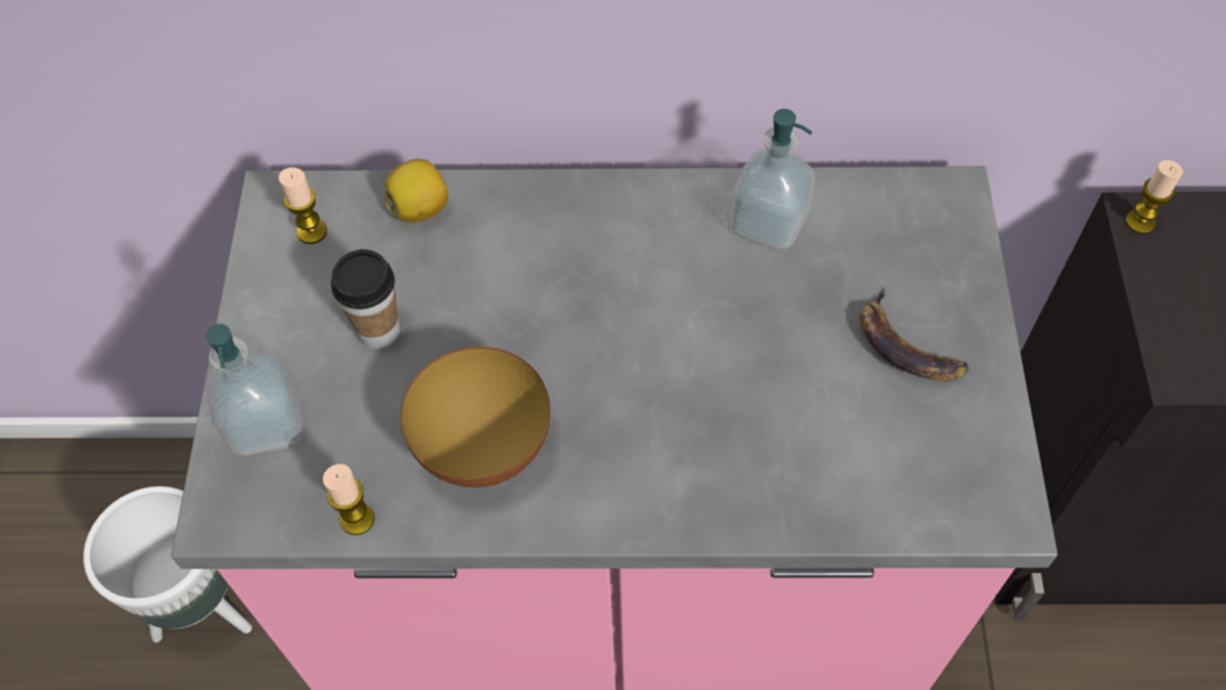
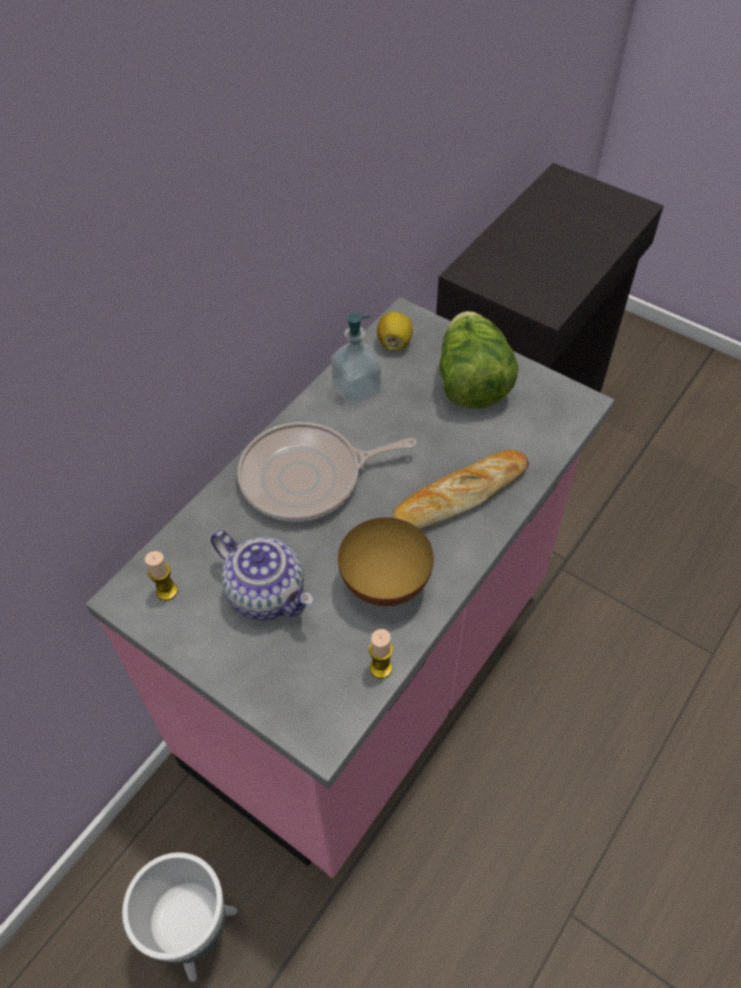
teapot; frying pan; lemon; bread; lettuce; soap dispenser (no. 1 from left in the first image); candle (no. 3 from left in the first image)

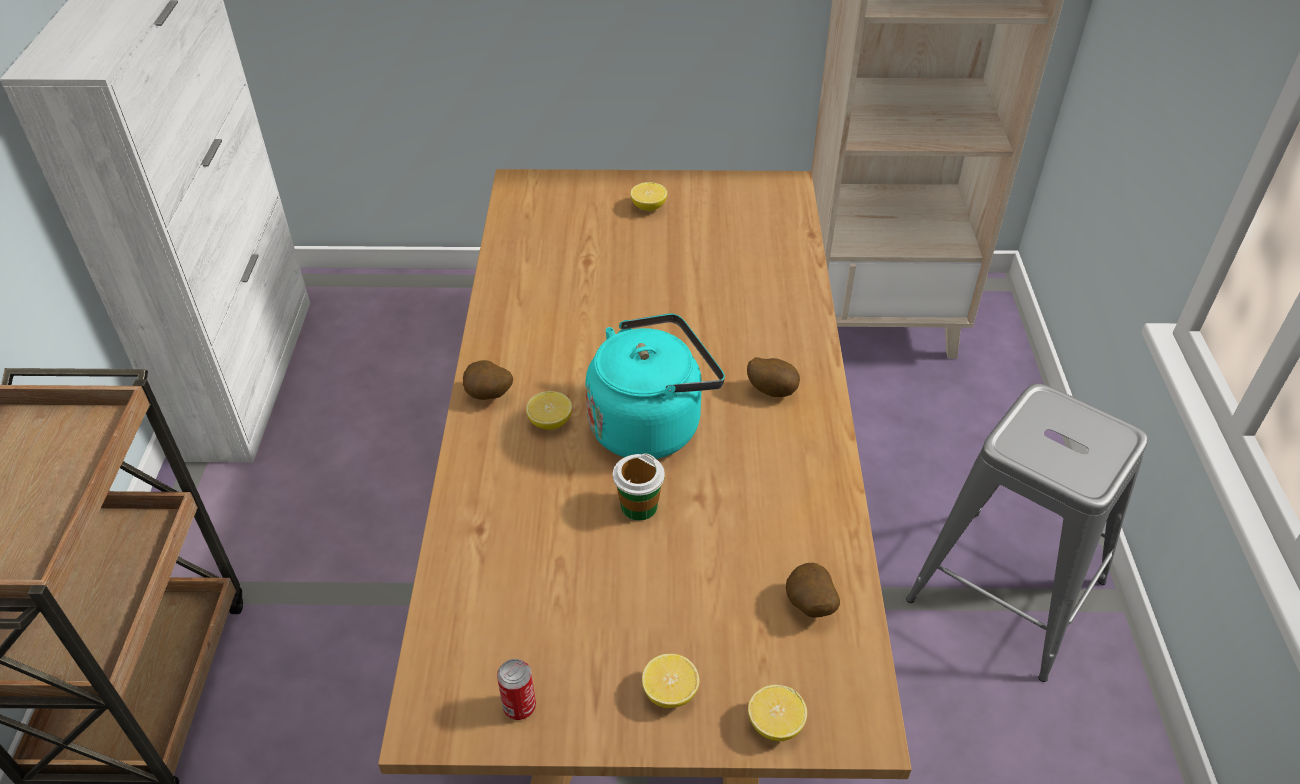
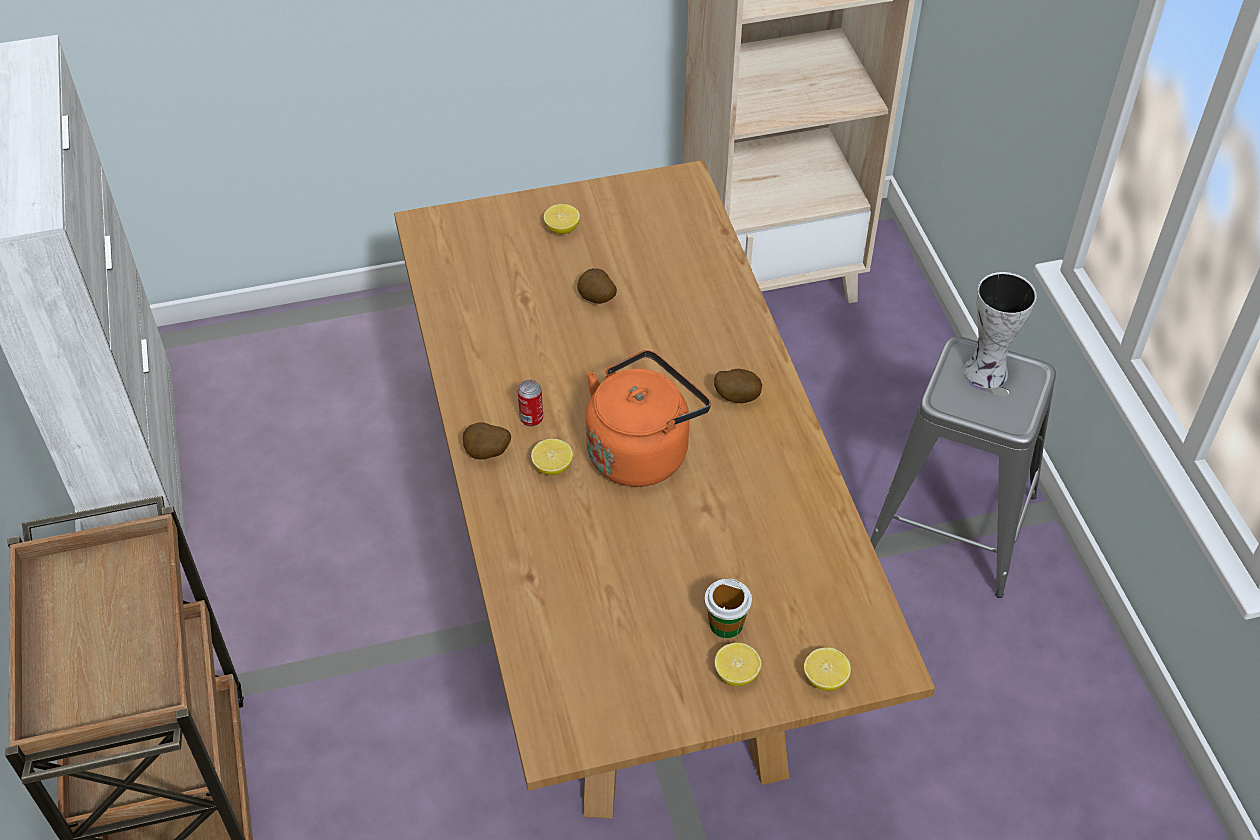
can; potato (no. 2 from left); orange kettle; cup; vase

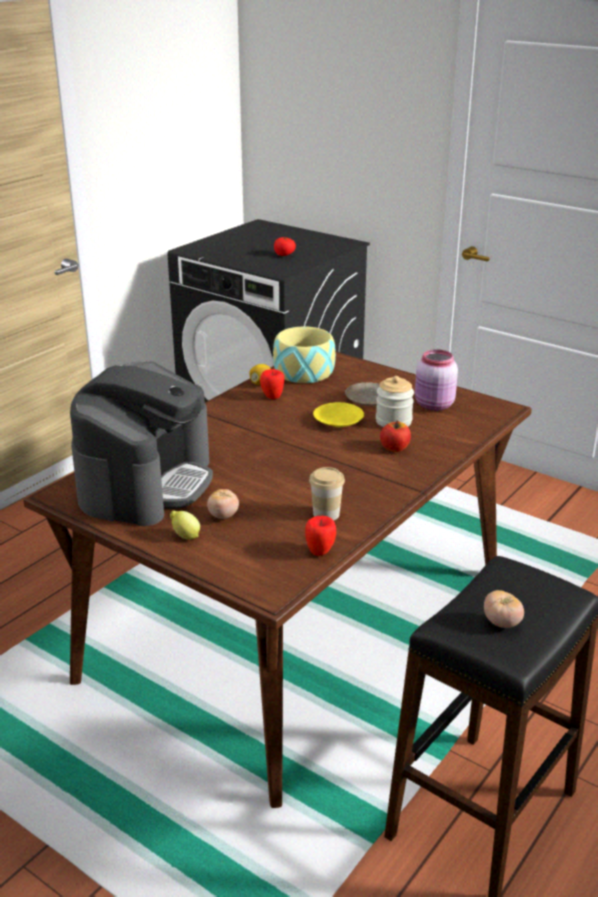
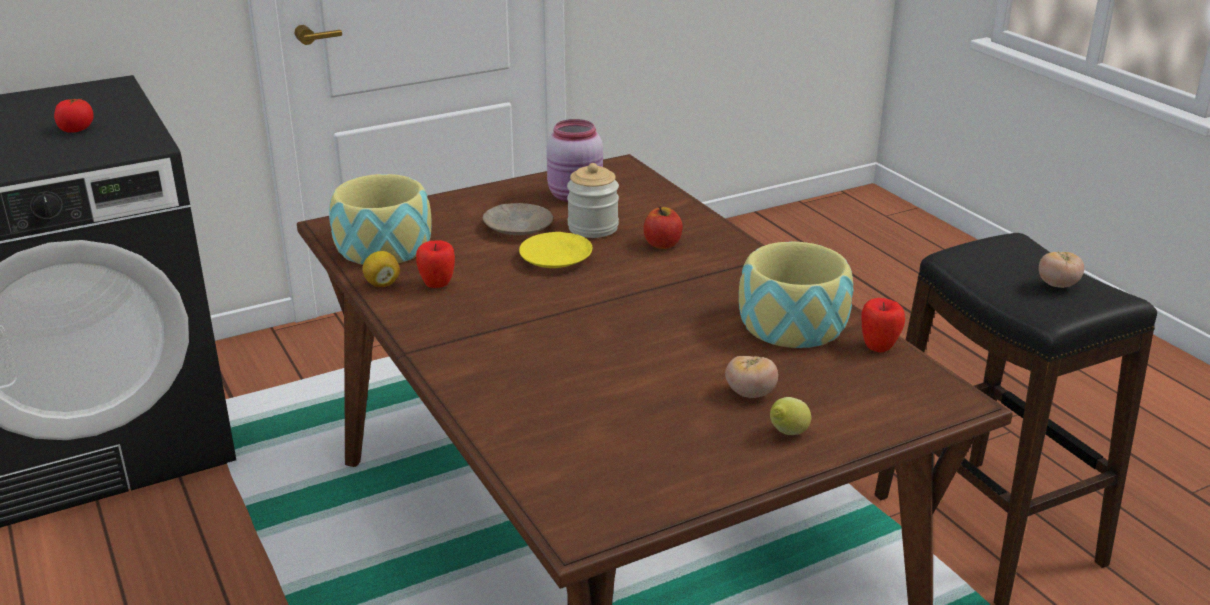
bowl (no. 2 from left); coffee machine

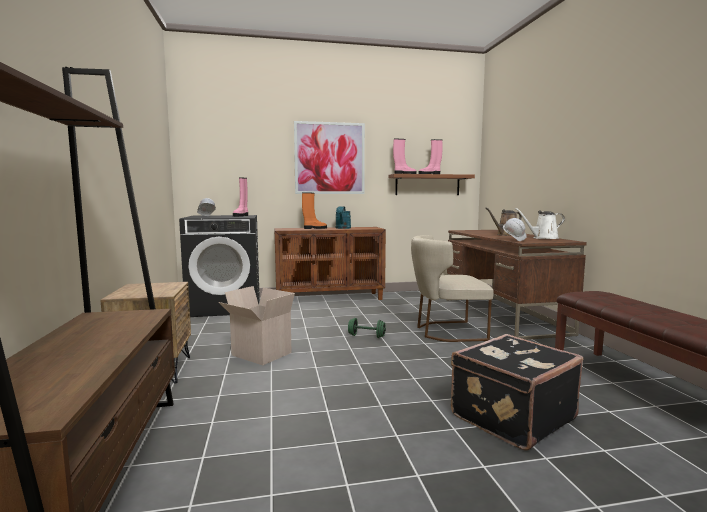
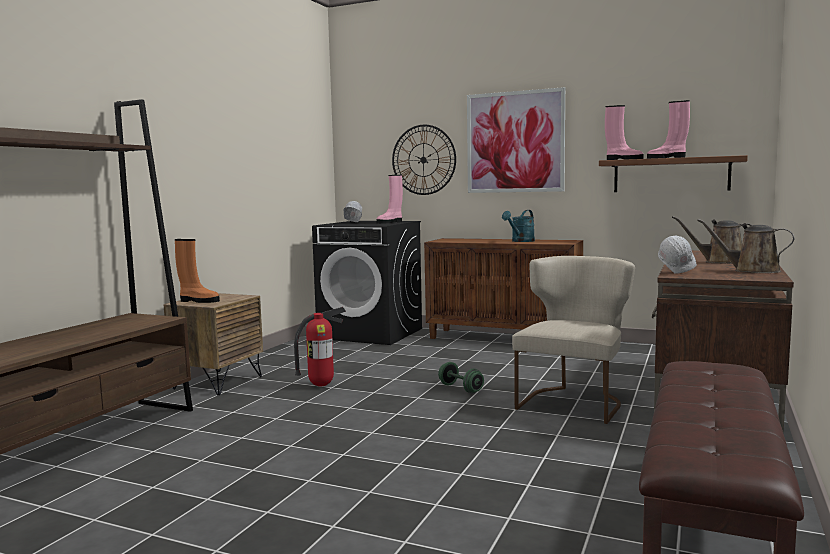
orange boot; fire extinguisher; wall clock; beige chair; brown watering can (no. 2 from left); black suitcase

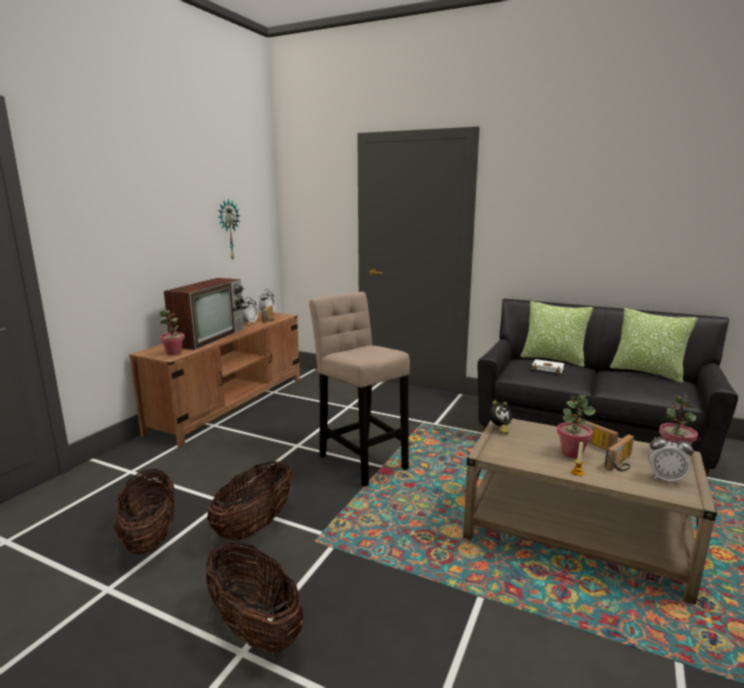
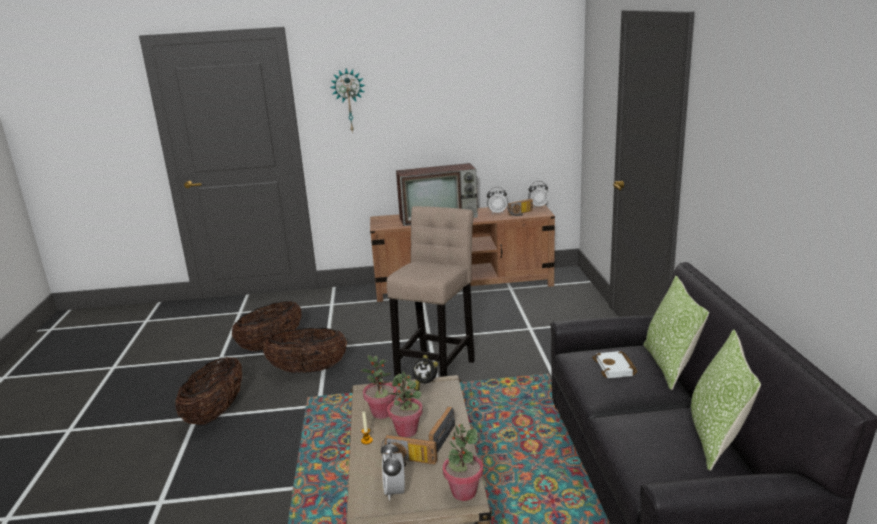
wall clock; potted plant (no. 1 from left)

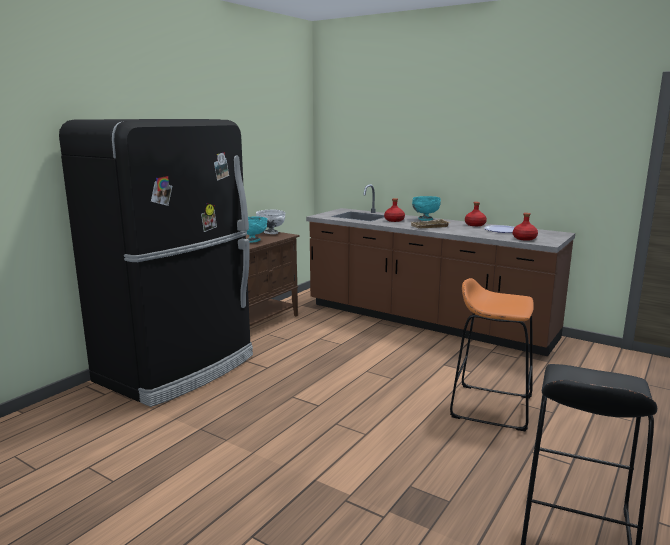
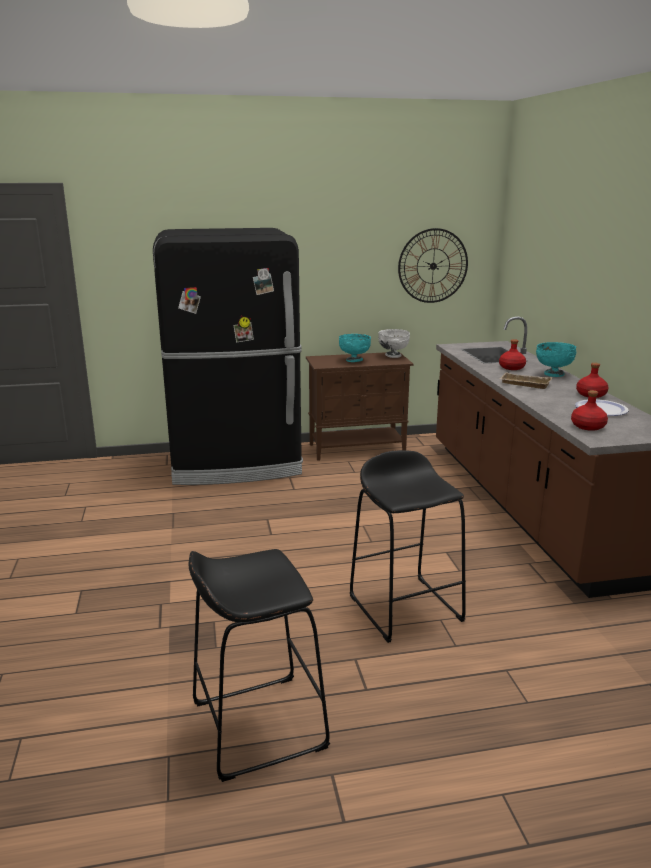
black stool (no. 2 from left); wall clock

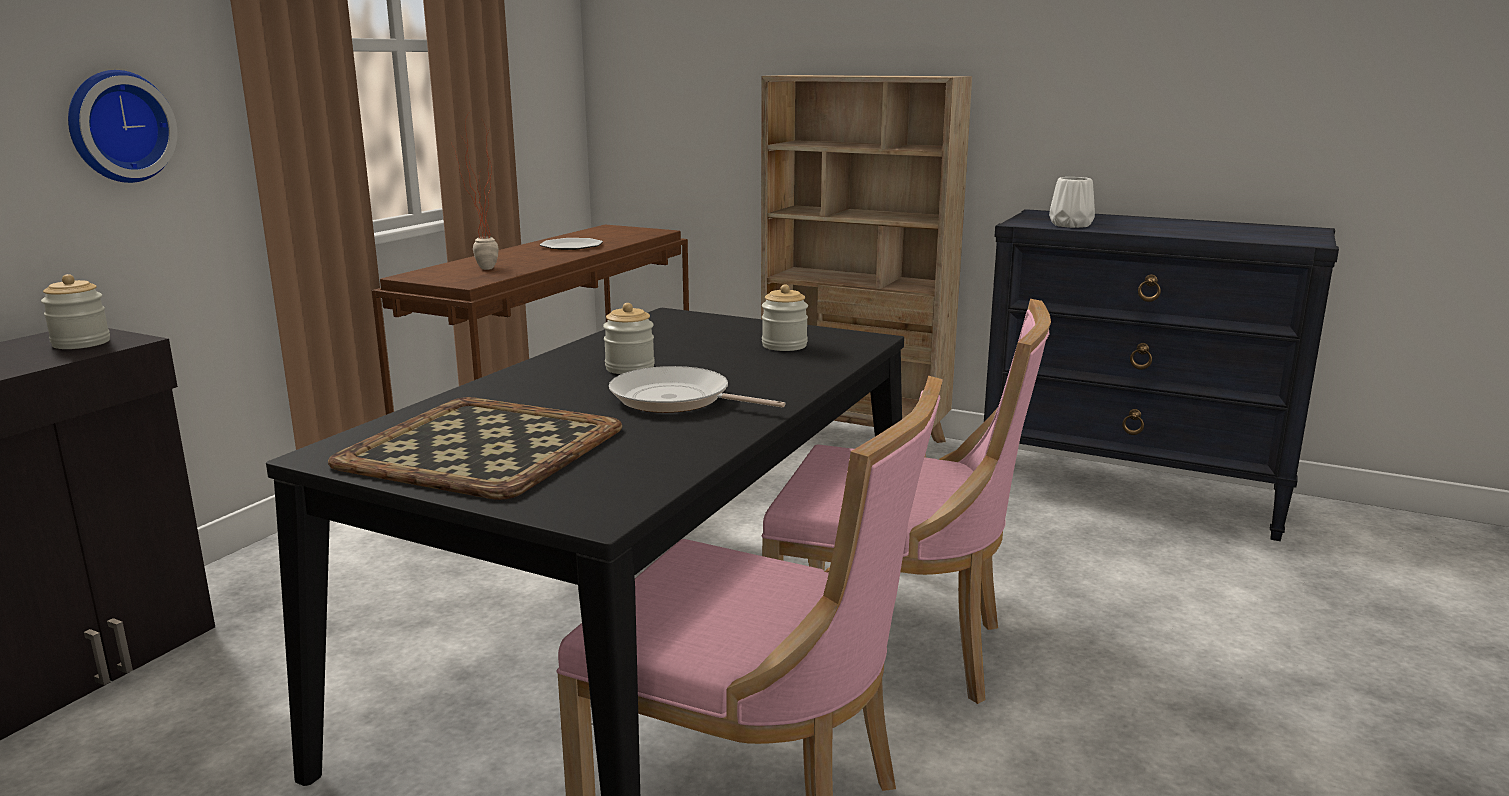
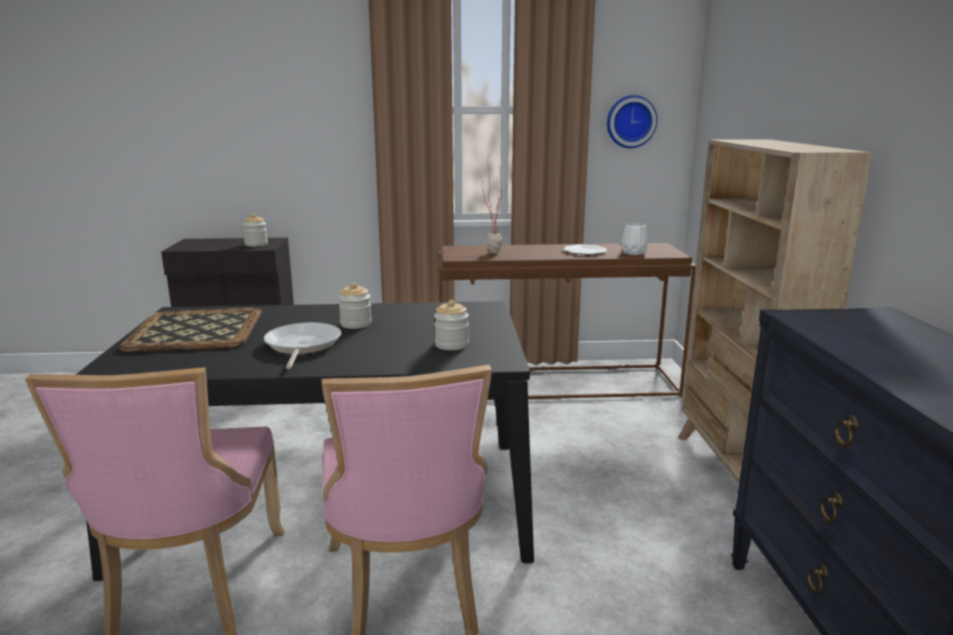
wall clock; white vase

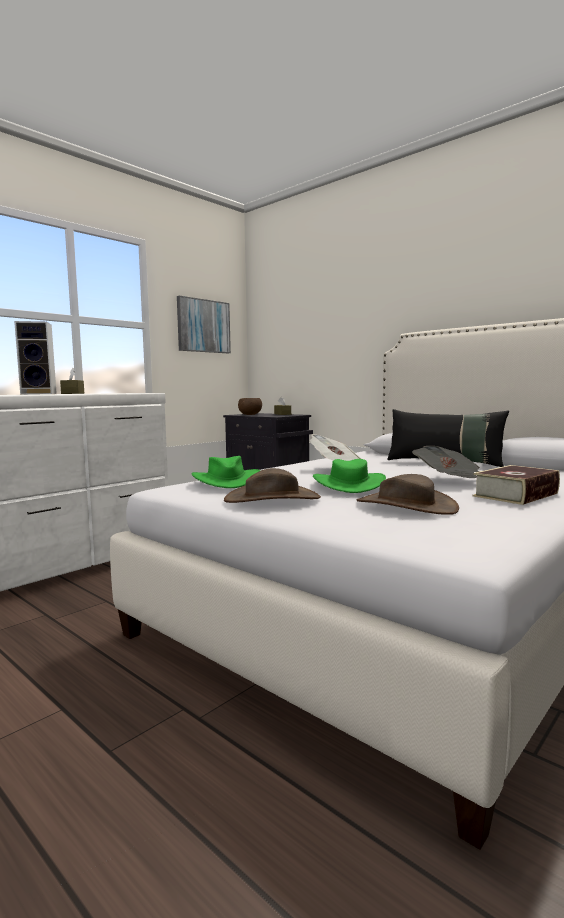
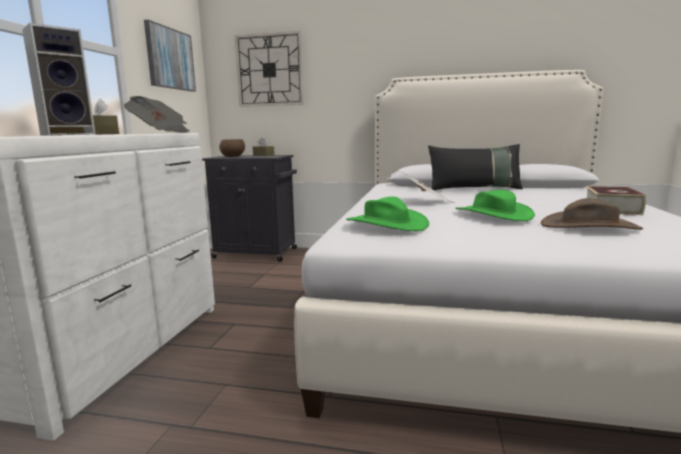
newspaper (no. 1 from left); wall clock; brown hat (no. 1 from left in the first image)

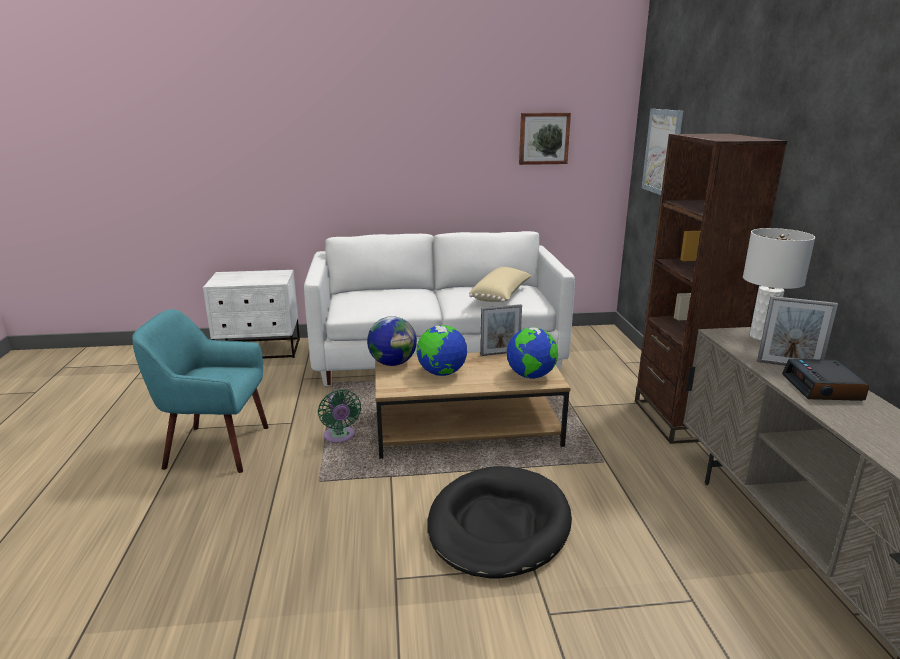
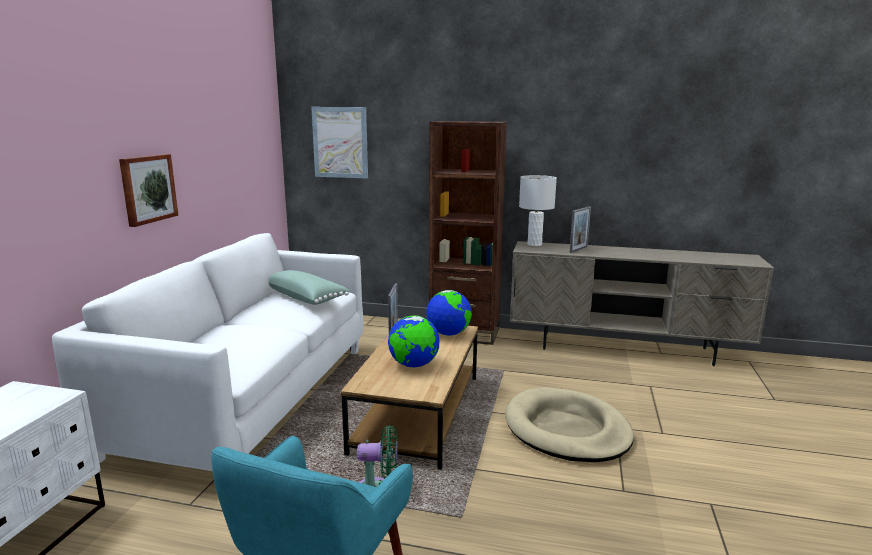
picture (no. 1 from left); green pillow; beige dog bed; globe (no. 1 from left in the first image); alarm clock

